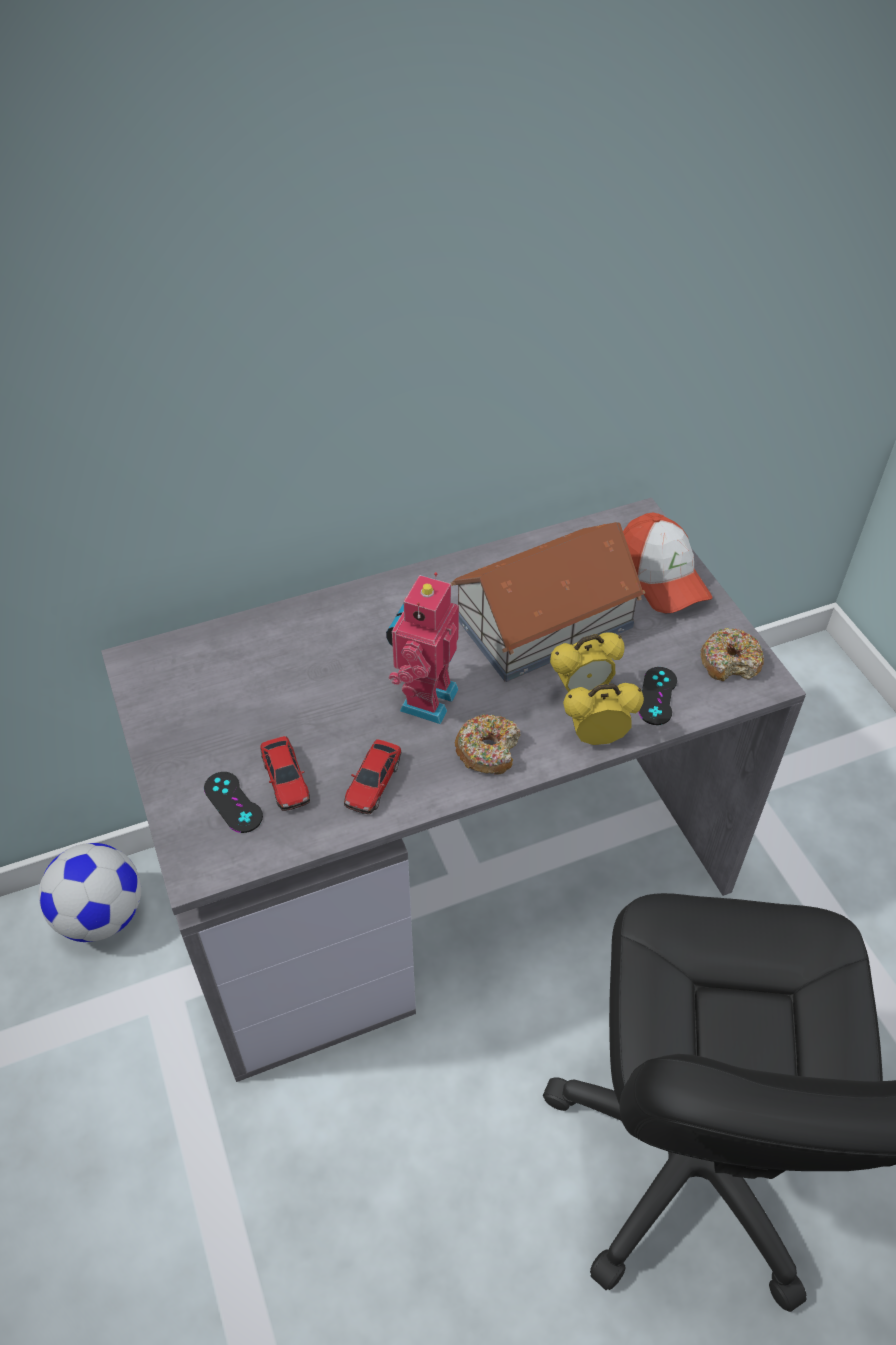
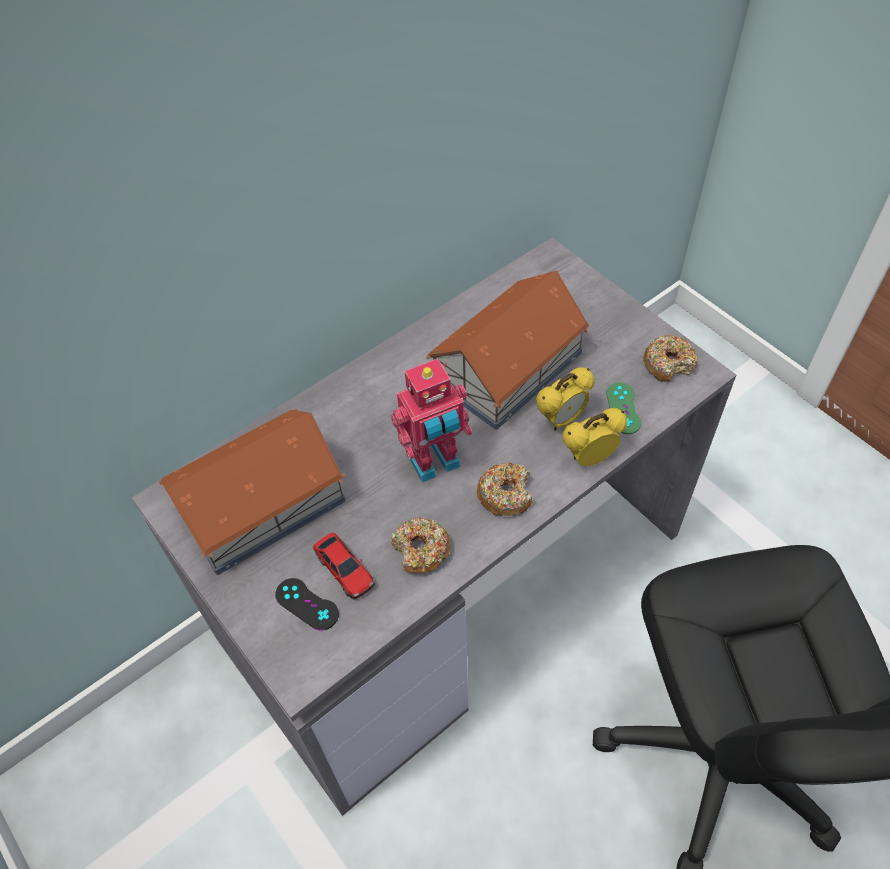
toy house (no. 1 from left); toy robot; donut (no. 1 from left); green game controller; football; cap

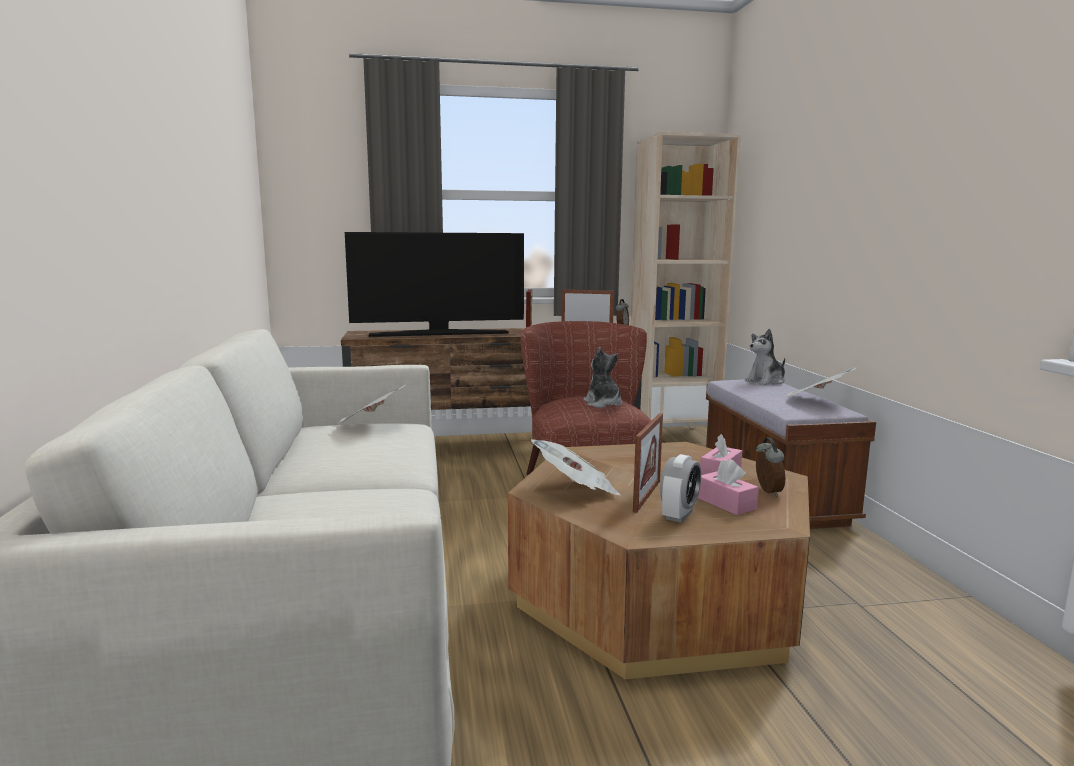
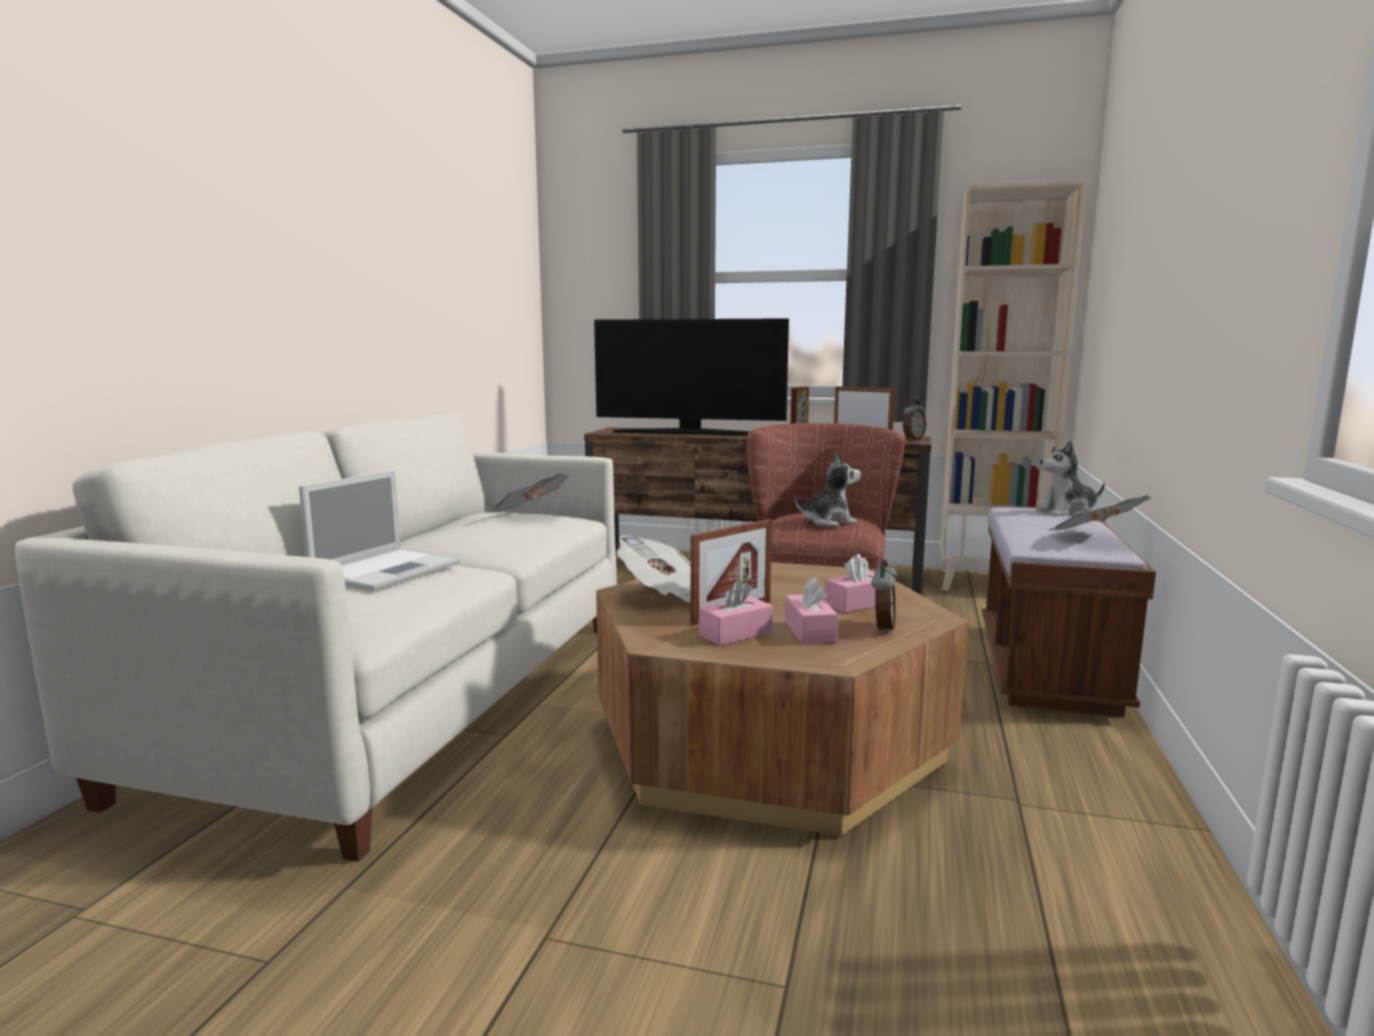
laptop; pink tissue box (no. 1 from left); plush toy (no. 1 from left)

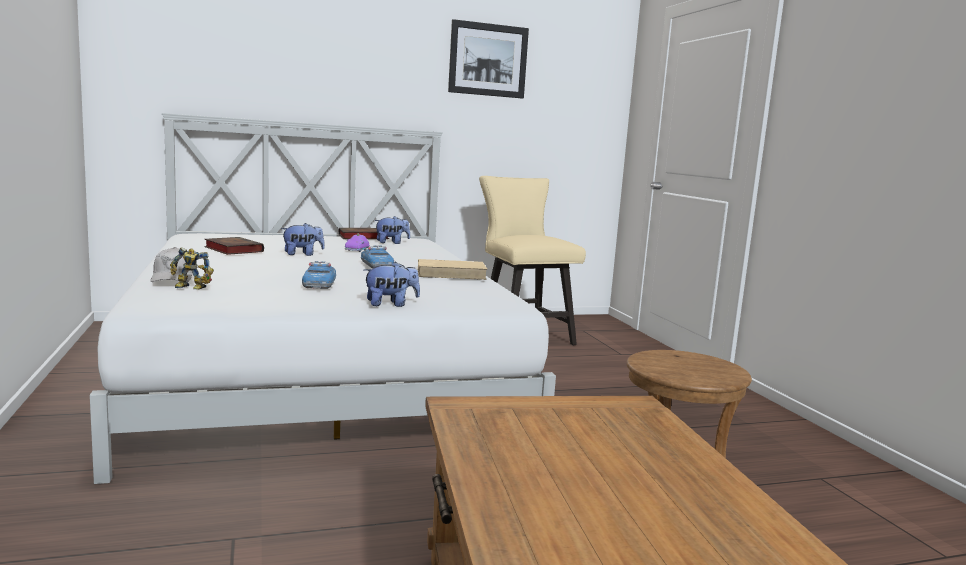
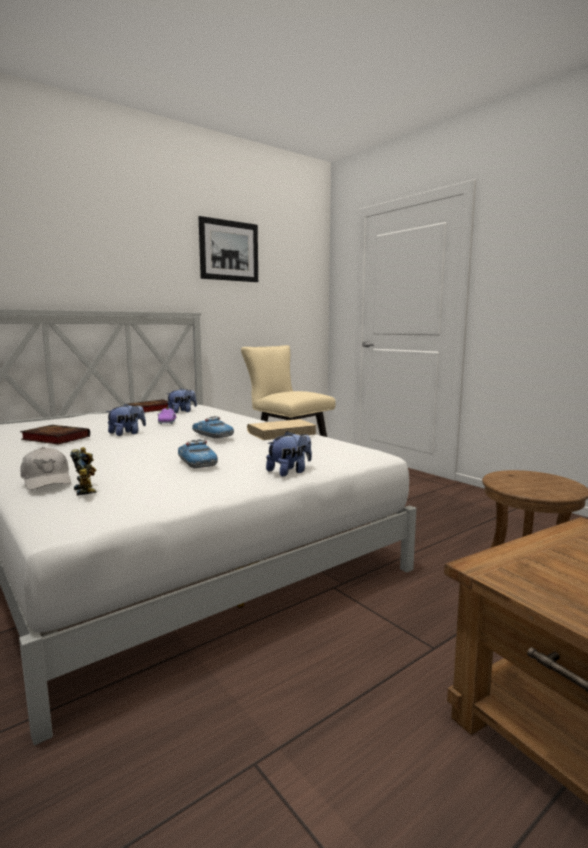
toy robot

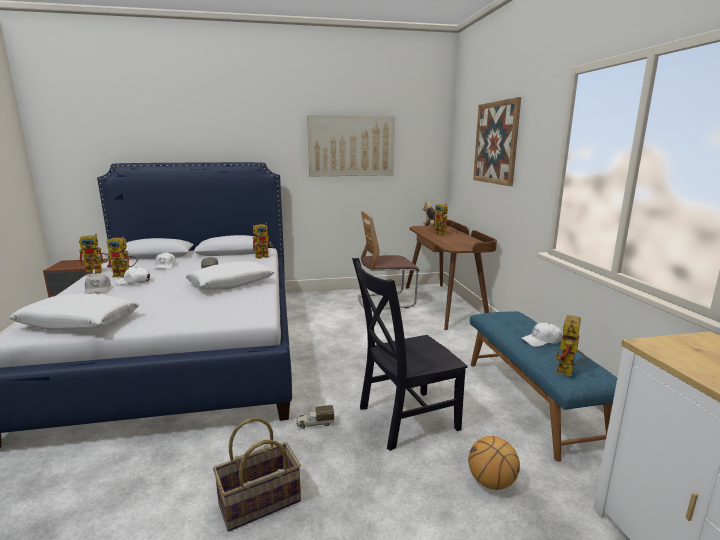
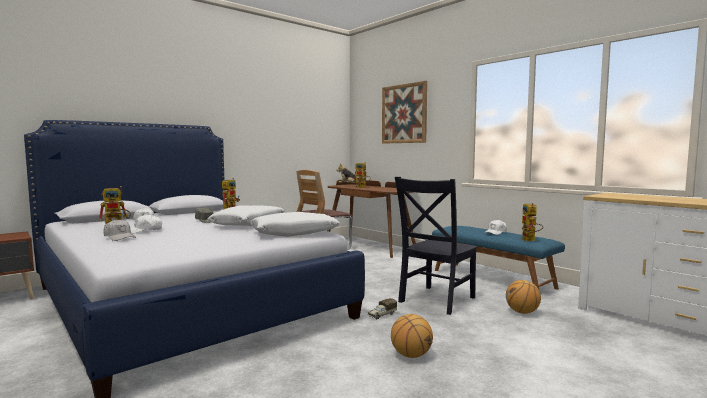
white pillow (no. 2 from left); basketball (no. 1 from left); toy robot (no. 1 from left in the first image); picture (no. 1 from left in the first image)

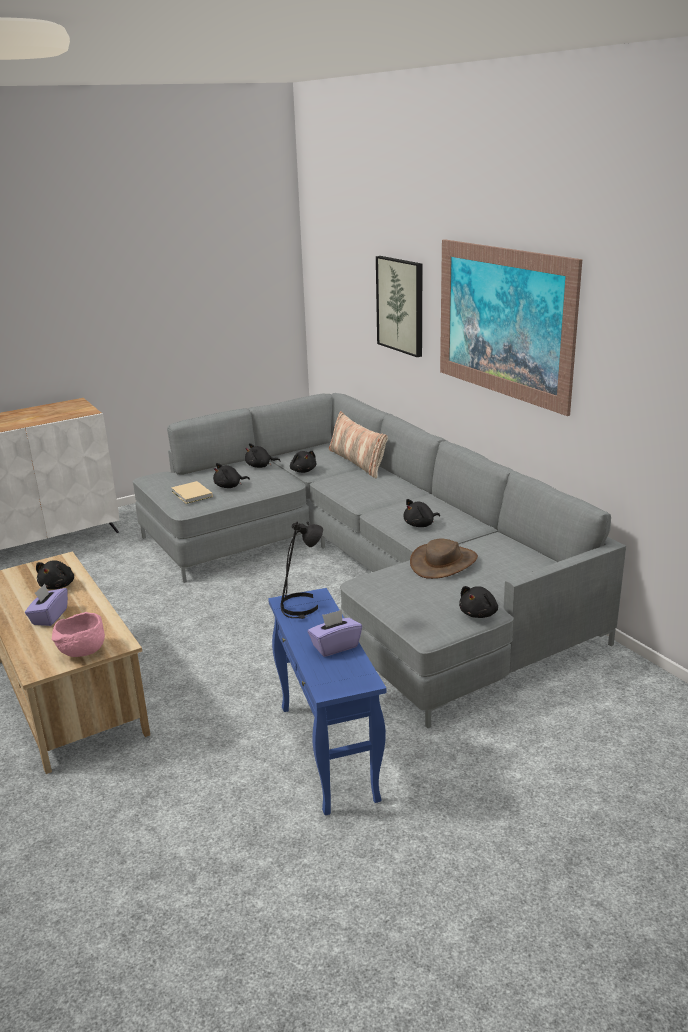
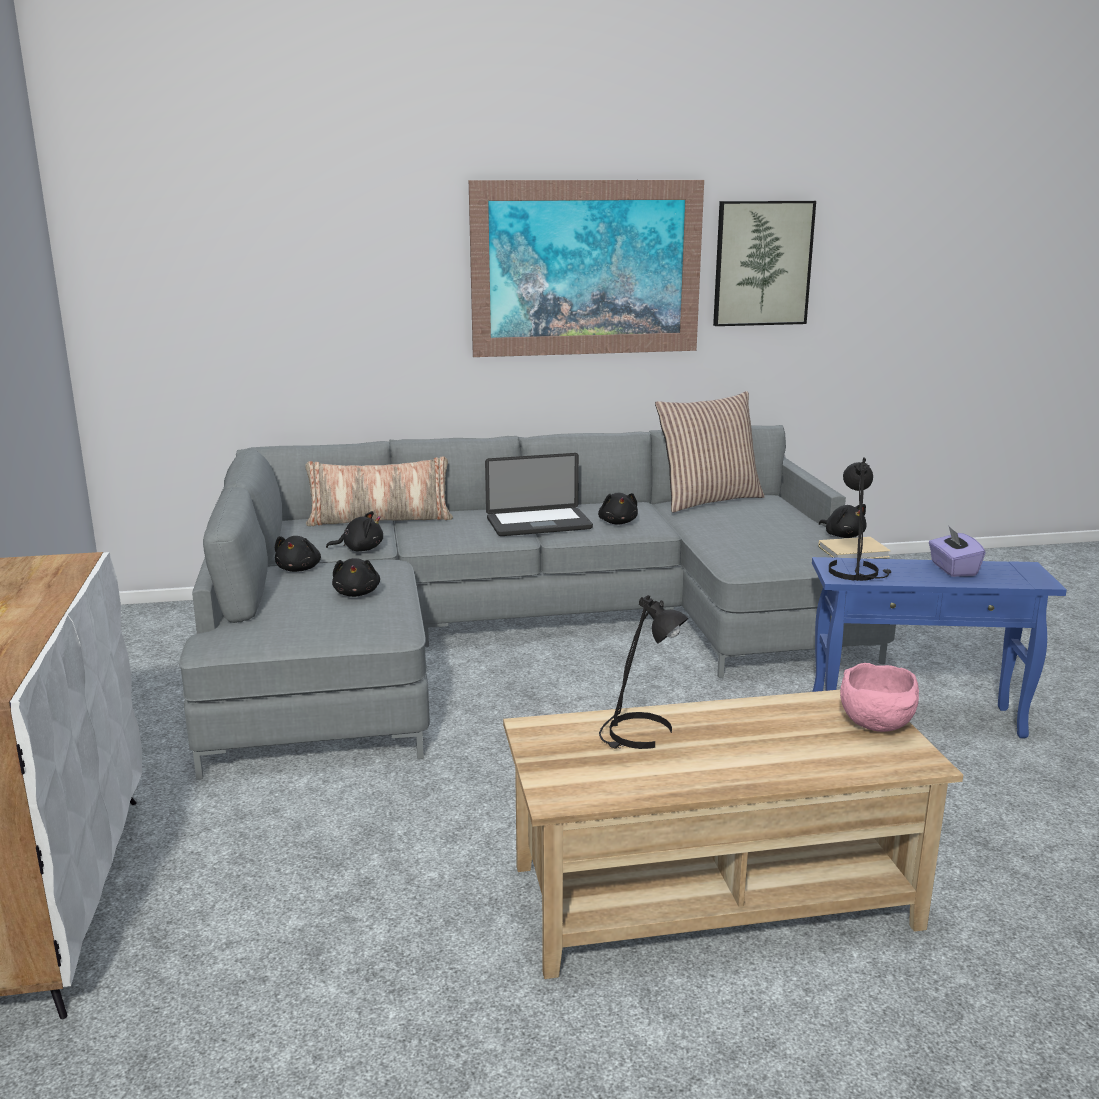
laptop; black table lamp (no. 1 from left); pillow (no. 2 from left); picture (no. 2 from left); beige book; purple tissue box (no. 1 from left in the first image); brown hat

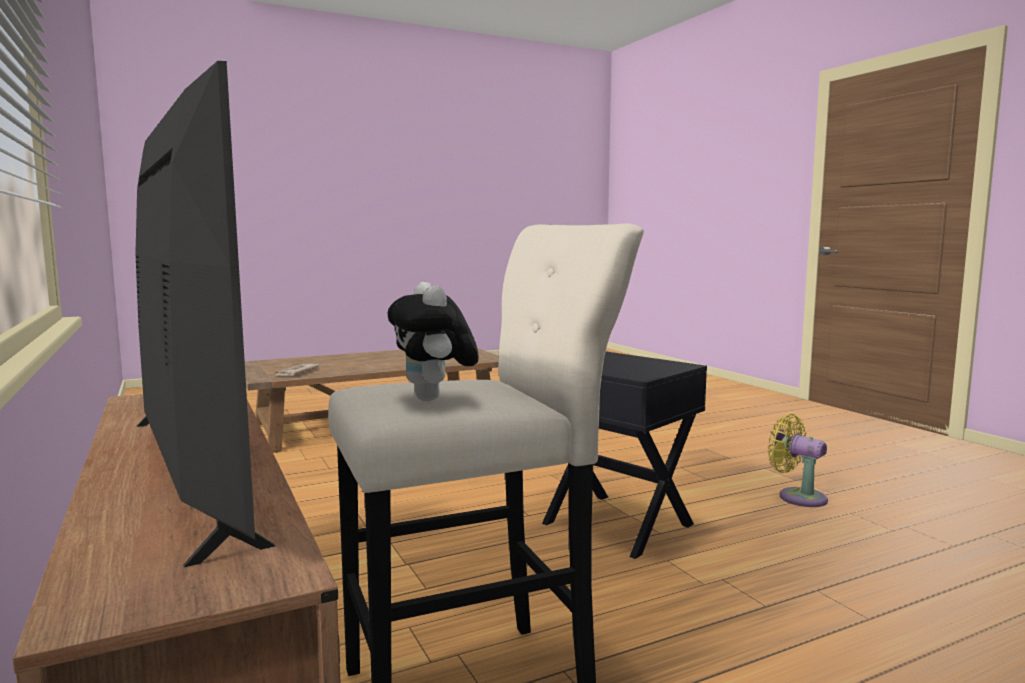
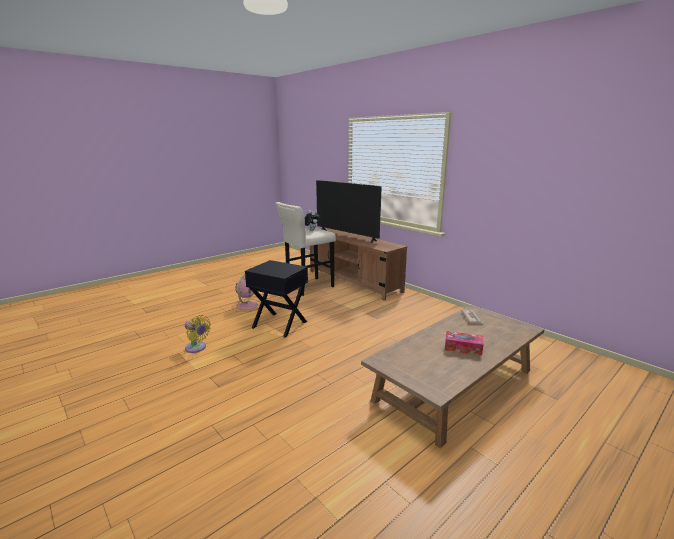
pink fan; tissue box

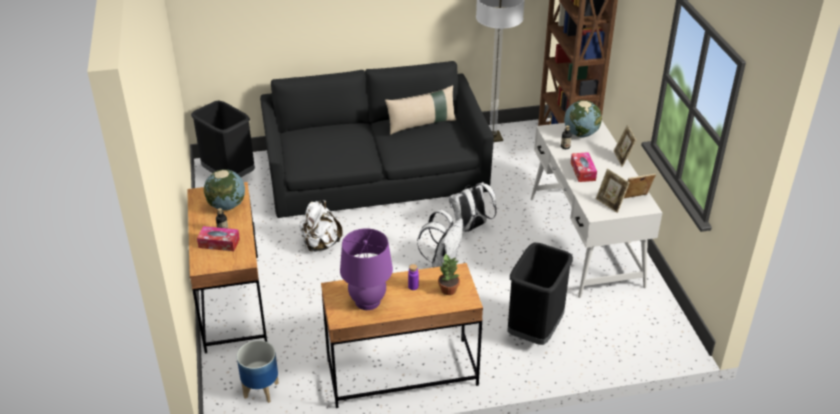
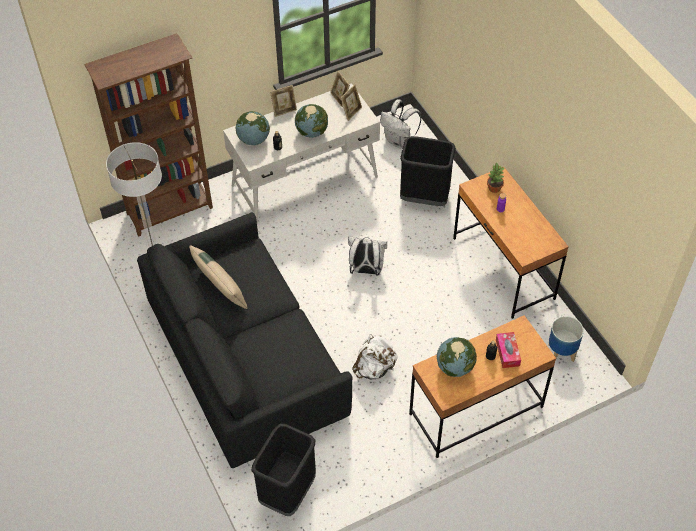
globe (no. 2 from left); white backpack (no. 3 from left); purple table lamp

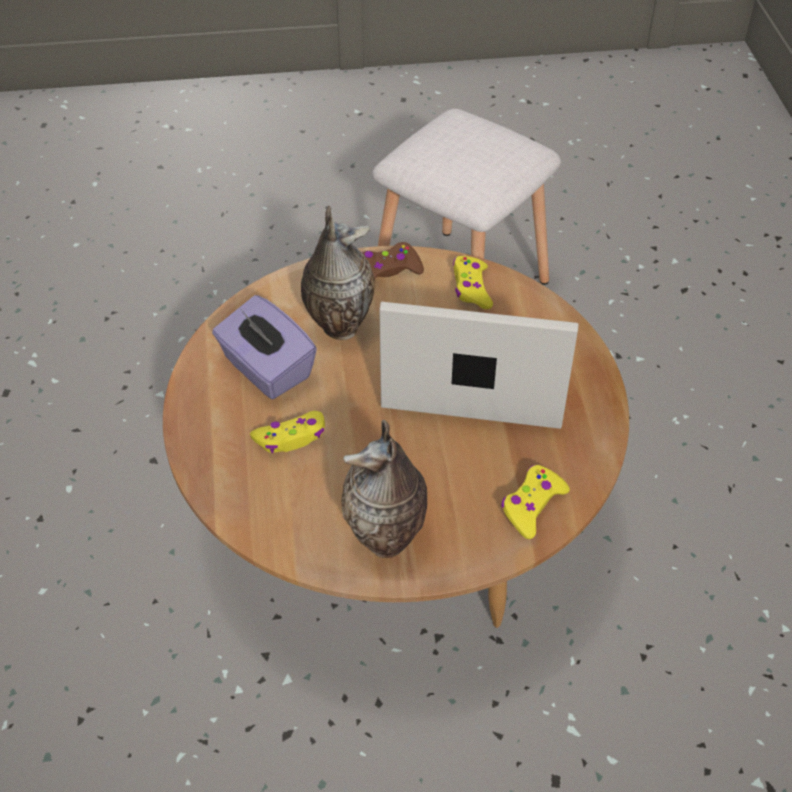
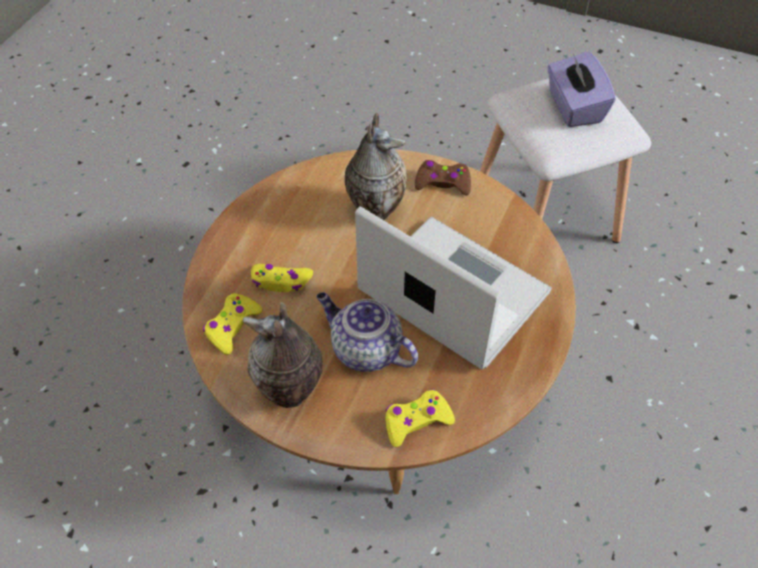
yellow game controller (no. 1 from left); teapot; purple tissue box

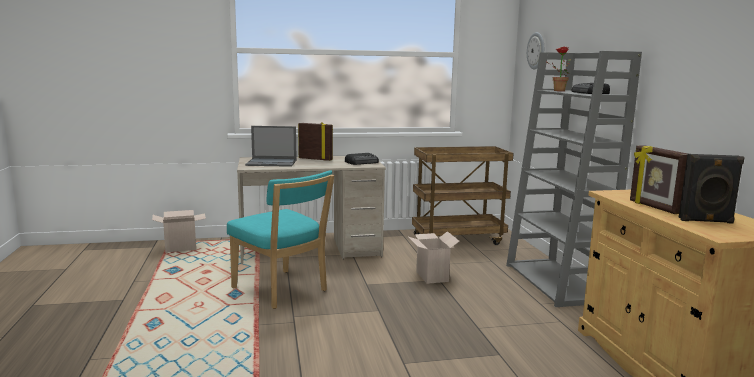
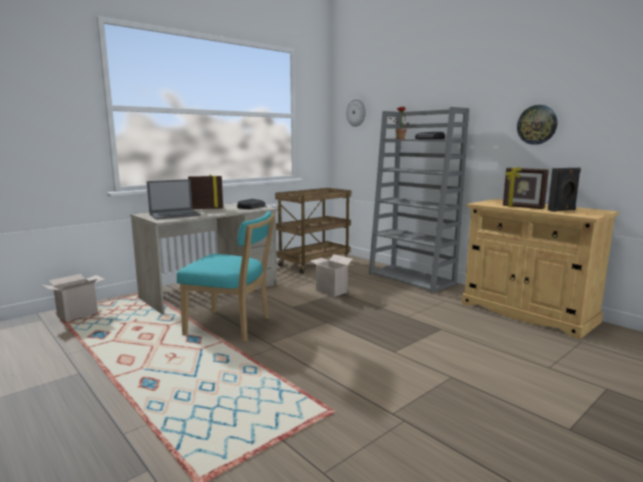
wall clock (no. 2 from left)

